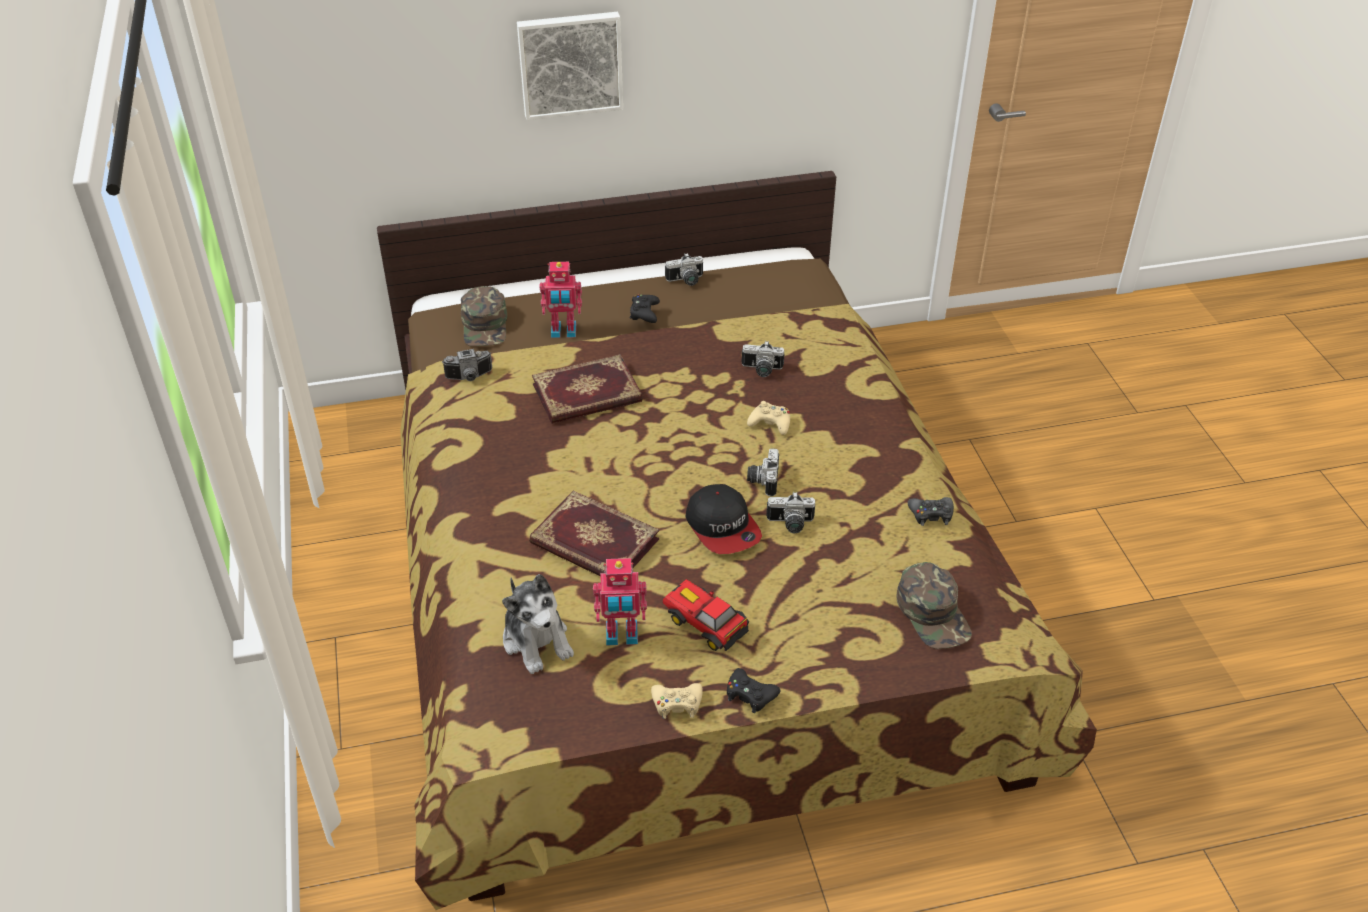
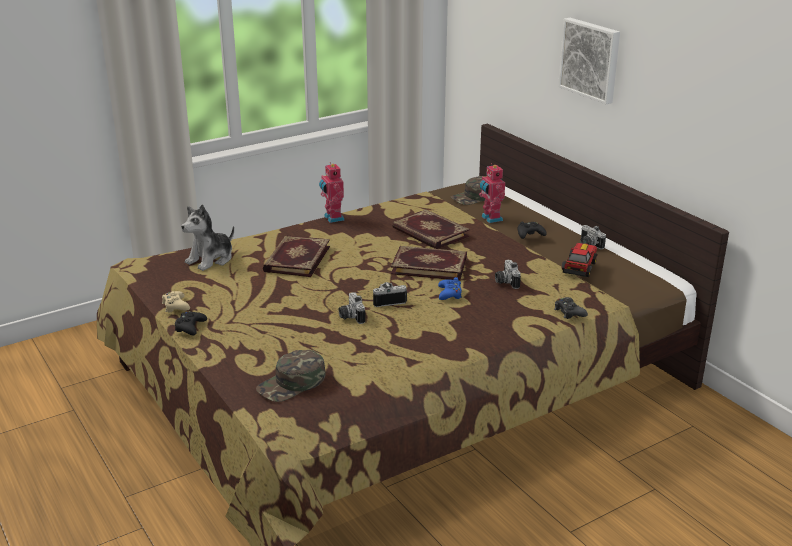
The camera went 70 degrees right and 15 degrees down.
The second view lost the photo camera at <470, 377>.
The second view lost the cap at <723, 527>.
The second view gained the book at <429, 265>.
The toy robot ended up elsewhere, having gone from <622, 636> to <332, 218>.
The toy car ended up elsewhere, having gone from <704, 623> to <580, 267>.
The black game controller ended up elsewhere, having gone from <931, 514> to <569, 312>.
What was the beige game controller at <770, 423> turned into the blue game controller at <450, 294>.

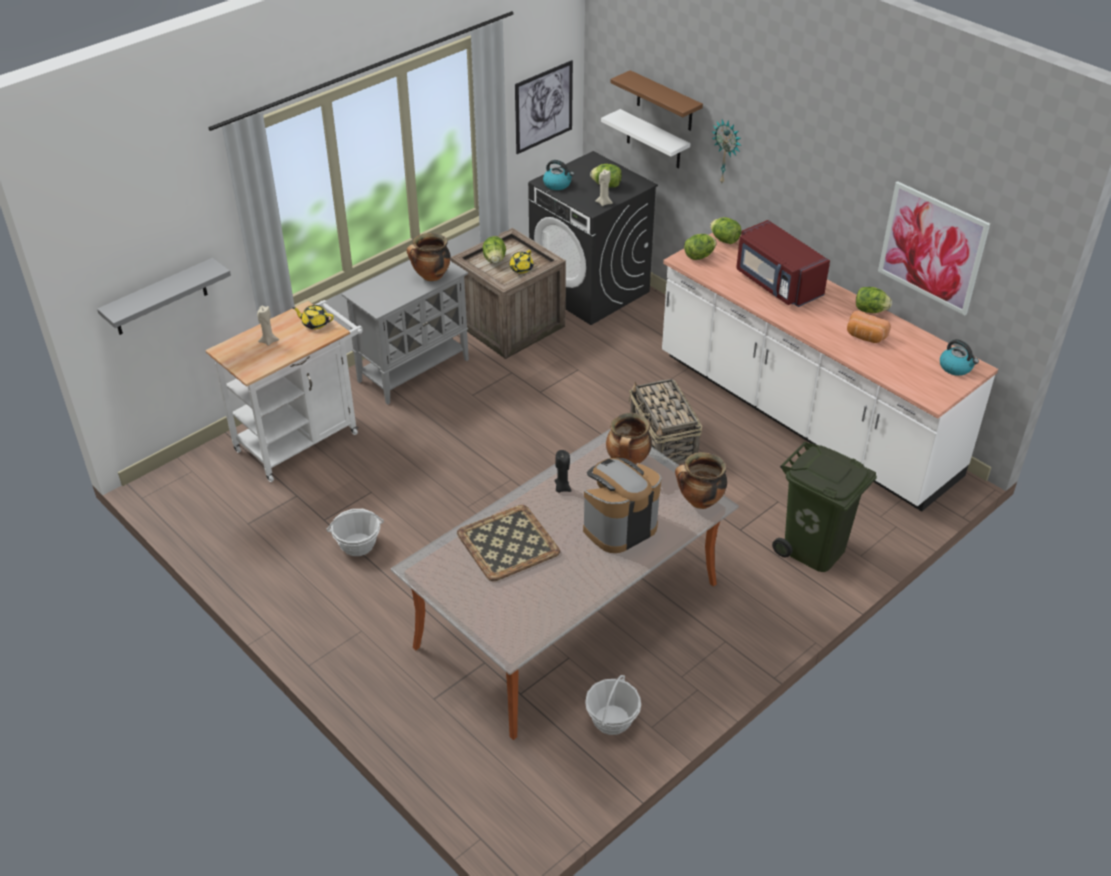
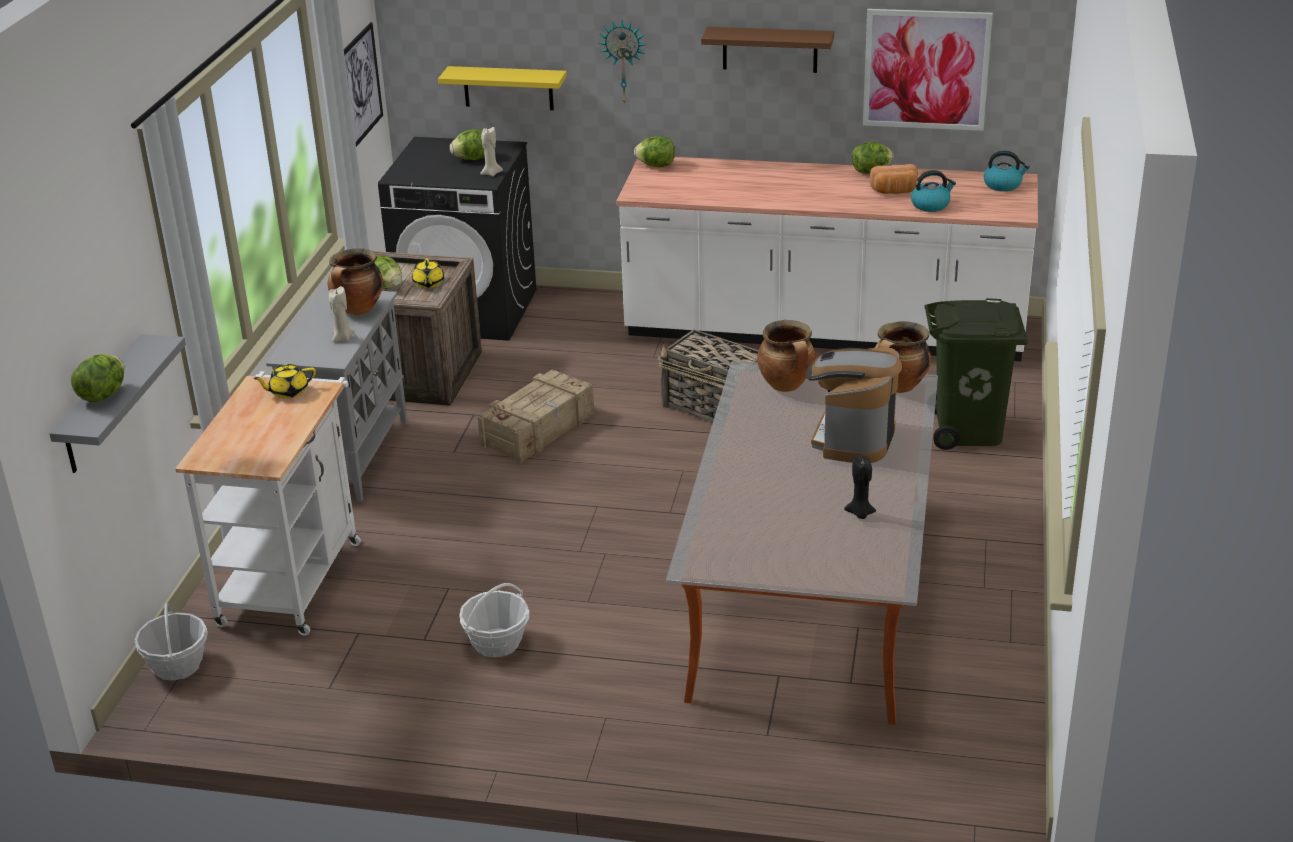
The camera went 35 degrees left and 10 degrees down.
The second view lost the tray at <508, 542>.
The second view lost the red microwave at <777, 284>.
The second view gained the crate at <539, 429>.
The beige candle ended up elsewhere, having gone from <268, 341> to <342, 338>.
The kettle ended up elsewhere, having gone from <557, 184> to <931, 205>.
The black candle ended up elsewhere, having gone from <562, 488> to <860, 513>.
The basket ended up elsewhere, having gone from <612, 720> to <177, 665>.
The brown shelf ended up elsewhere, having gone from <664, 102> to <770, 49>.
The lettuce ended up elsewhere, having gone from <699, 256> to <103, 395>.
What was the white shelf at <653, 140> turned into the yellow shelf at <508, 88>.

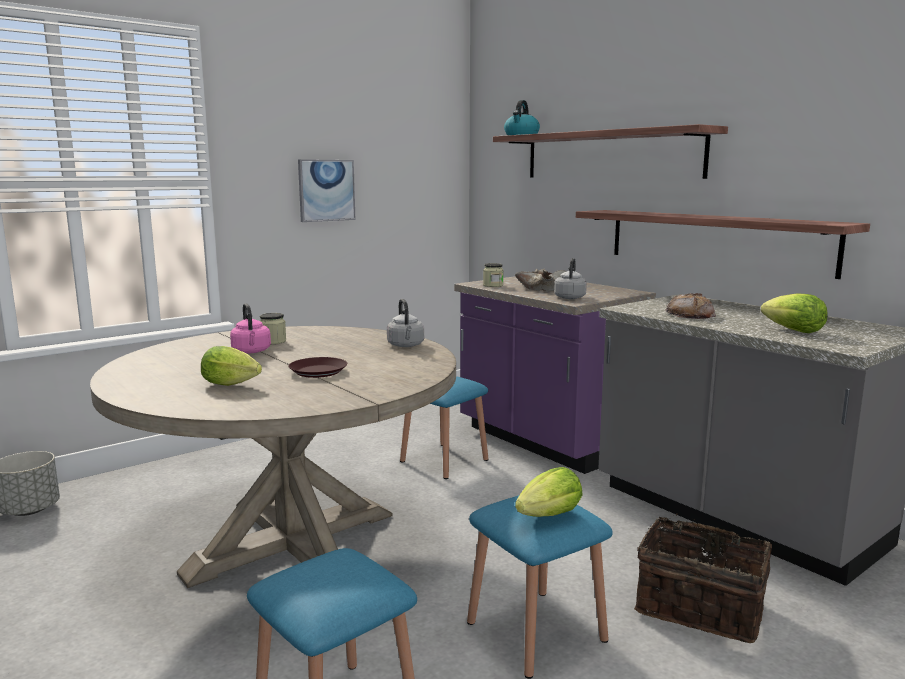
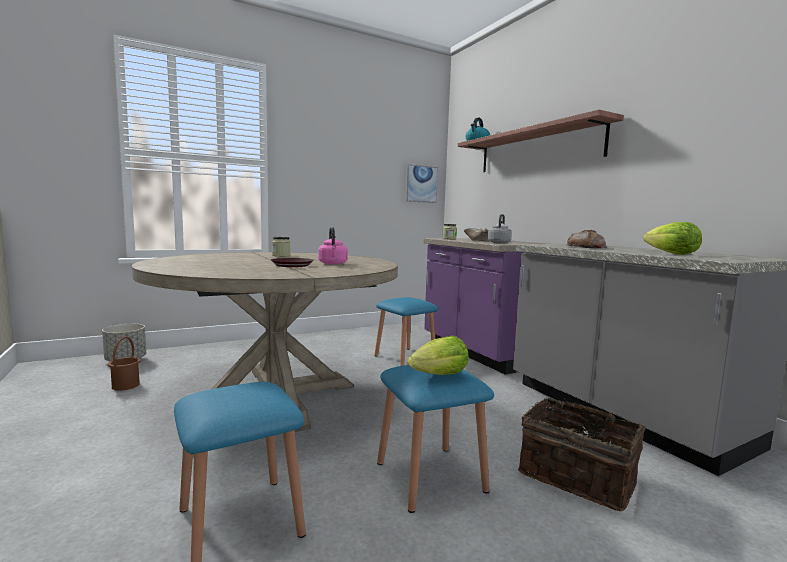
The camera went 10 degrees right and 5 degrees down.
The second view lost the lettuce at <233, 385>.
The second view lost the grey kettle at <406, 345>.
The second view lost the shelf at <715, 240>.
The second view gained the brown bucket at <125, 386>.
The pink kettle ended up elsewhere, having gone from <251, 351> to <333, 264>.
The picture ended up elsewhere, having gone from <326, 190> to <421, 184>.

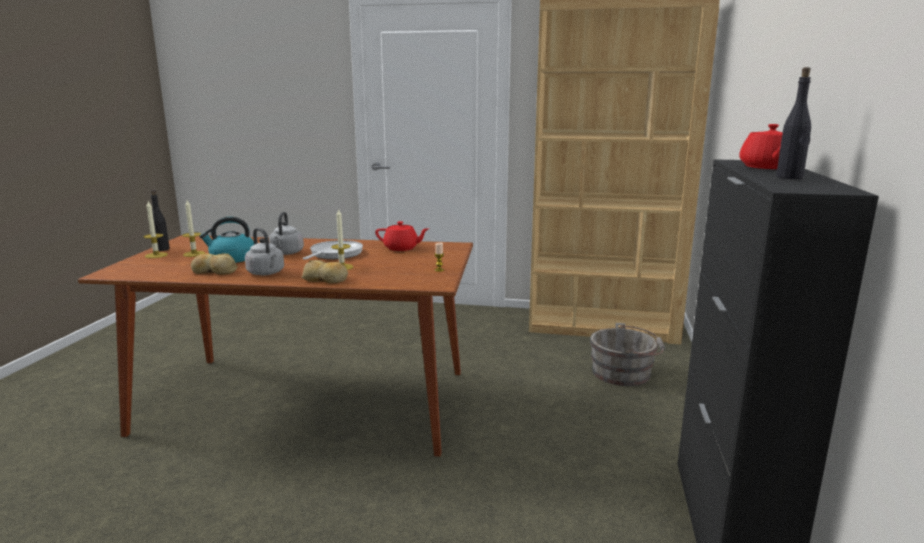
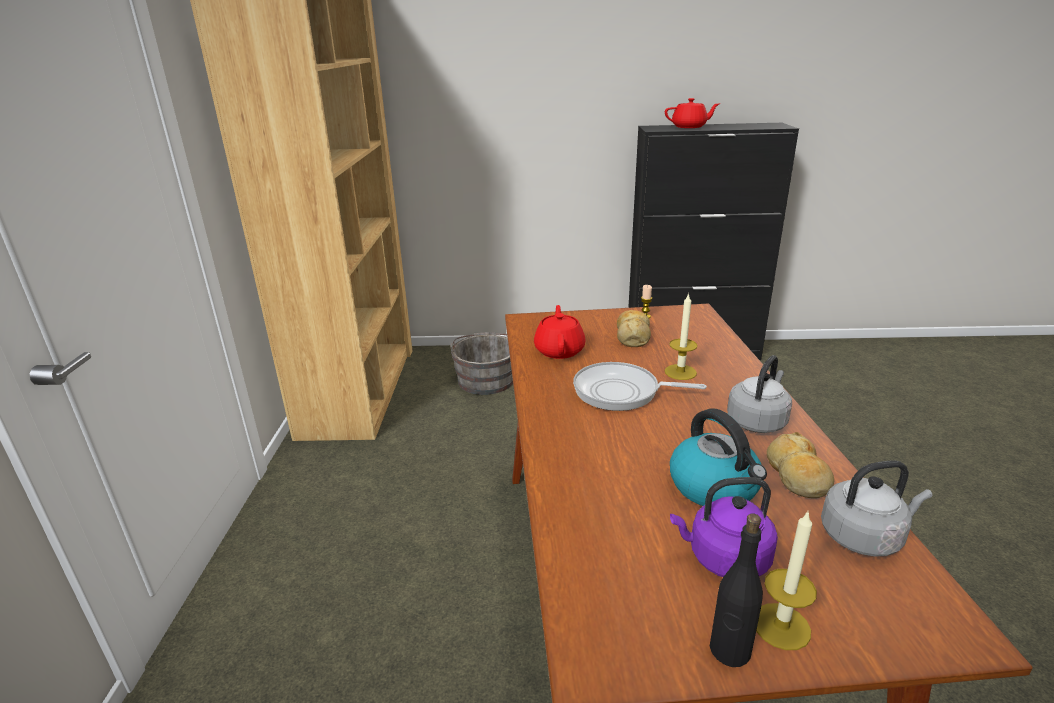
The camera went 100 degrees left and 10 degrees up.
The second view lost the black bottle at <789, 177>.
The grey kettle ended up elsewhere, having gone from <286, 253> to <864, 536>.
The bread ended up elsewhere, having gone from <325, 279> to <632, 336>.
Where the candle stood at <194, 254>, the purple kettle came to stand at <724, 559>.

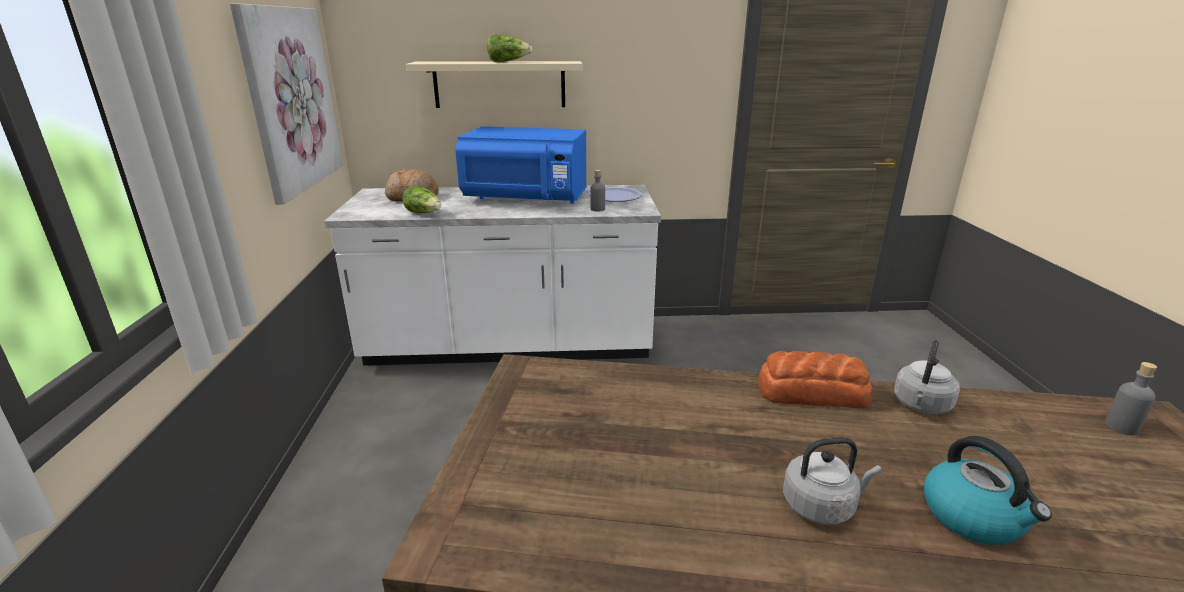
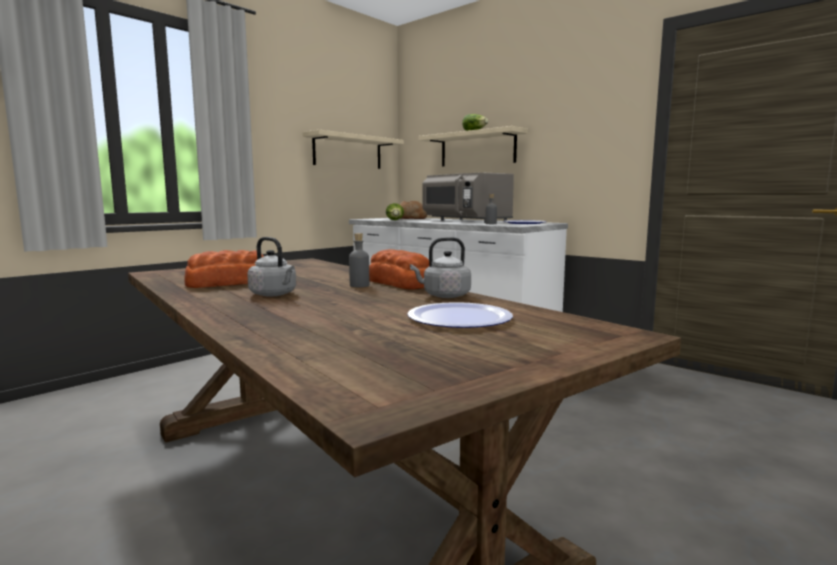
The camera went 45 degrees right and 15 degrees down.
The second view lost the kettle at <973, 517>.
The second view gained the bread at <227, 283>.
The second view gained the plate at <459, 318>.
The grey bottle ended up elsewhere, having gone from <1121, 427> to <359, 285>.
Where the picture hung at <292, 99>, the beige shelf came to hang at <348, 152>.
What was the blue microwave at <526, 198> turned into the grey microwave at <465, 221>.

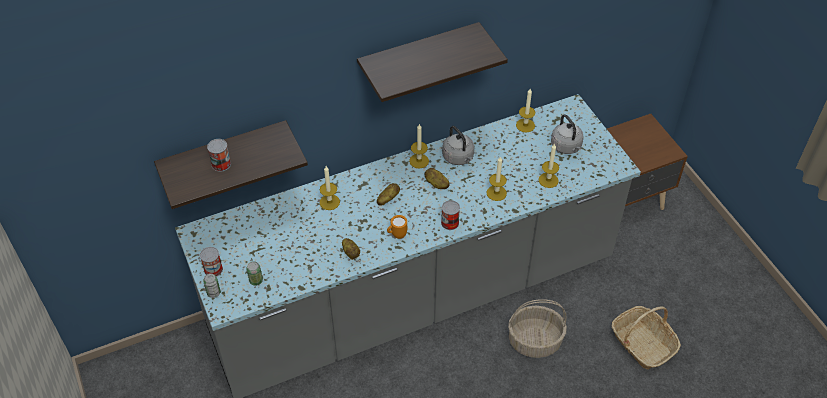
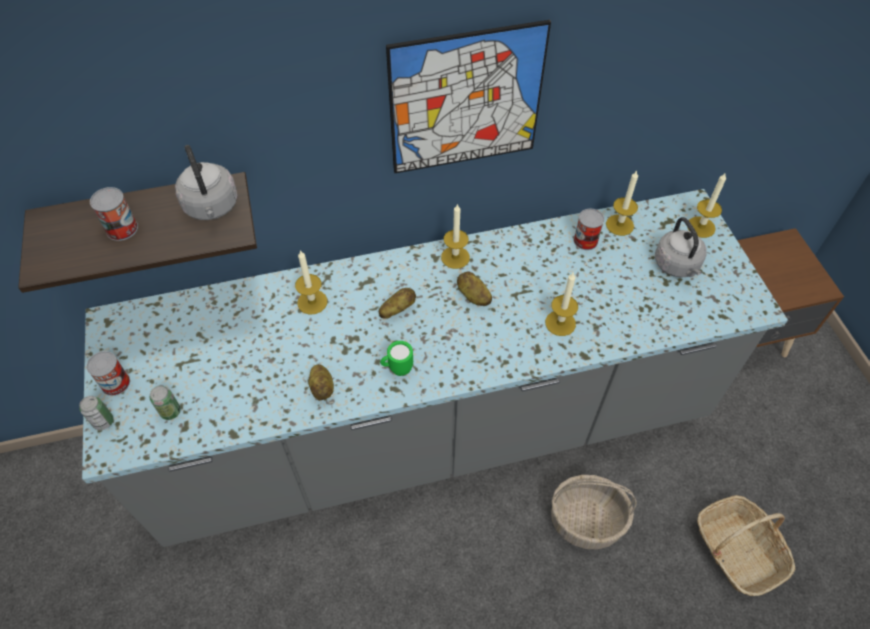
The camera went 10 degrees right and 5 degrees up.
The can ended up elsewhere, having gone from <450, 223> to <585, 240>.
The grey kettle ended up elsewhere, having gone from <459, 158> to <212, 207>.
The candle ended up elsewhere, having gone from <548, 180> to <701, 227>.
Where the shelf hung at <418, 59>, the picture came to hang at <466, 100>.
What was the orange mug at <396, 235> turned into the green mug at <397, 369>.

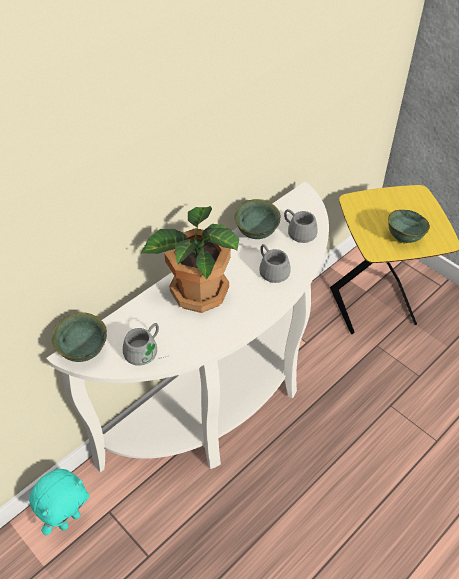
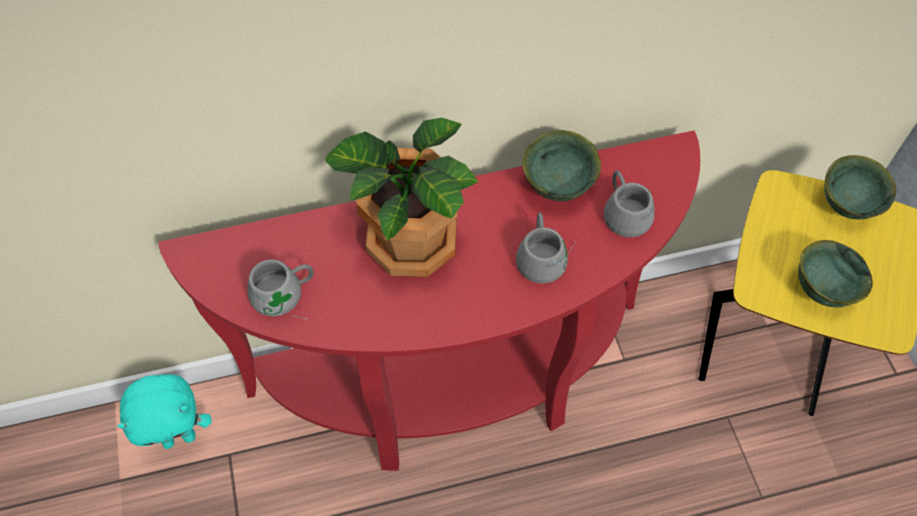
The camera went 30 degrees right and 10 degrees up.
The green bowl ended up elsewhere, having gone from <84, 350> to <847, 205>.
What was the white console table at <224, 403> turned into the red console table at <455, 388>.

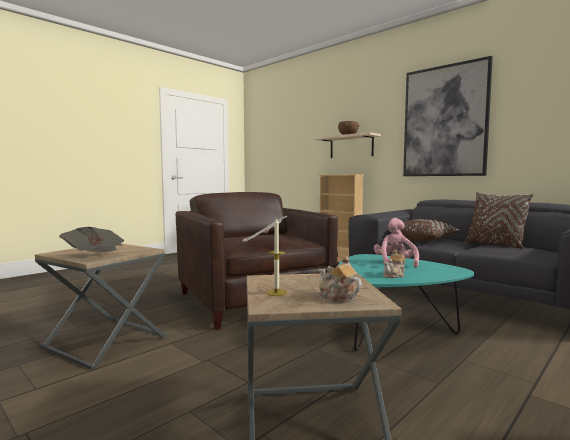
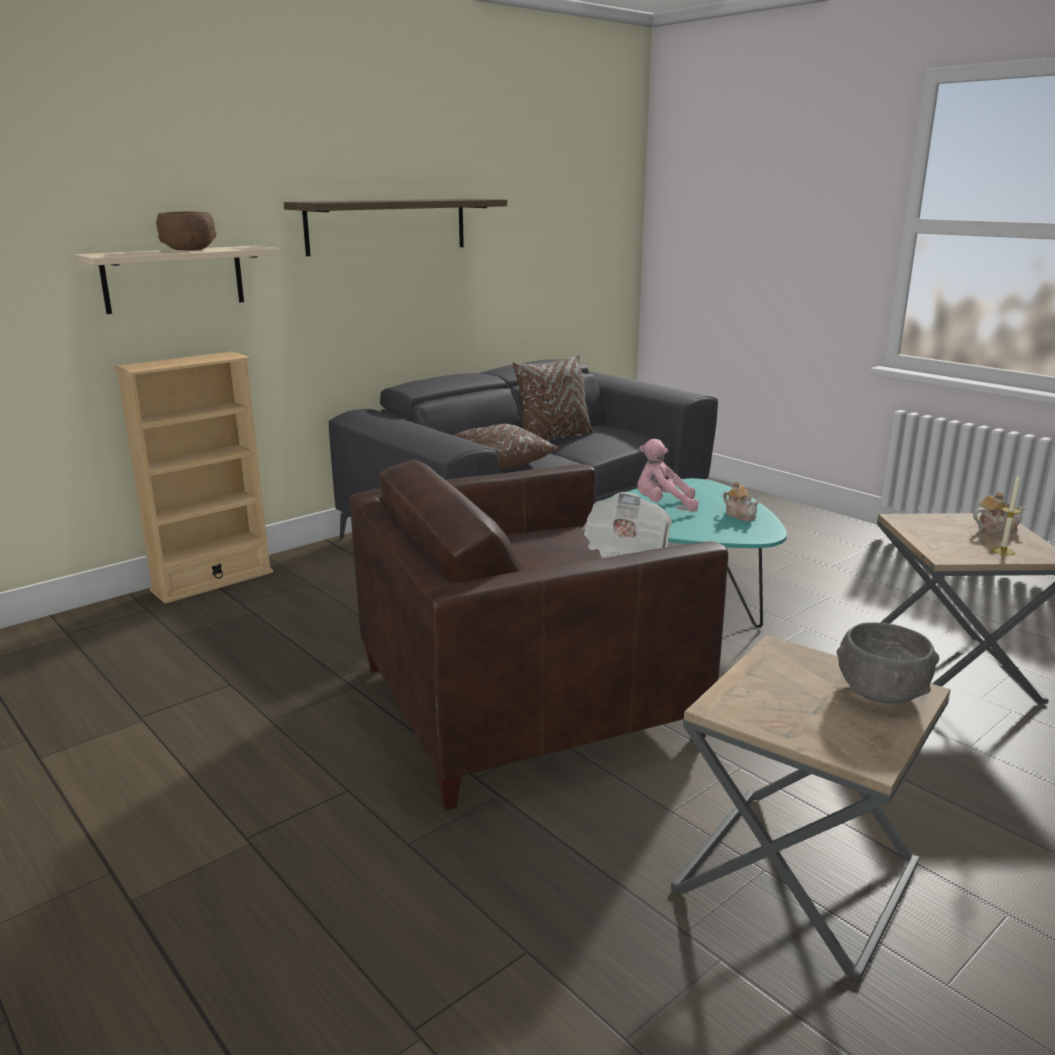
The camera went 85 degrees left and 15 degrees up.
Where the newspaper stood at <95, 256>, the grey bowl came to stand at <881, 693>.
Where the picture hung at <445, 121>, the shelf came to hang at <387, 226>.
The teapot at <337, 297> ended up facing another way, 150 degrees counterclockwise from before.

